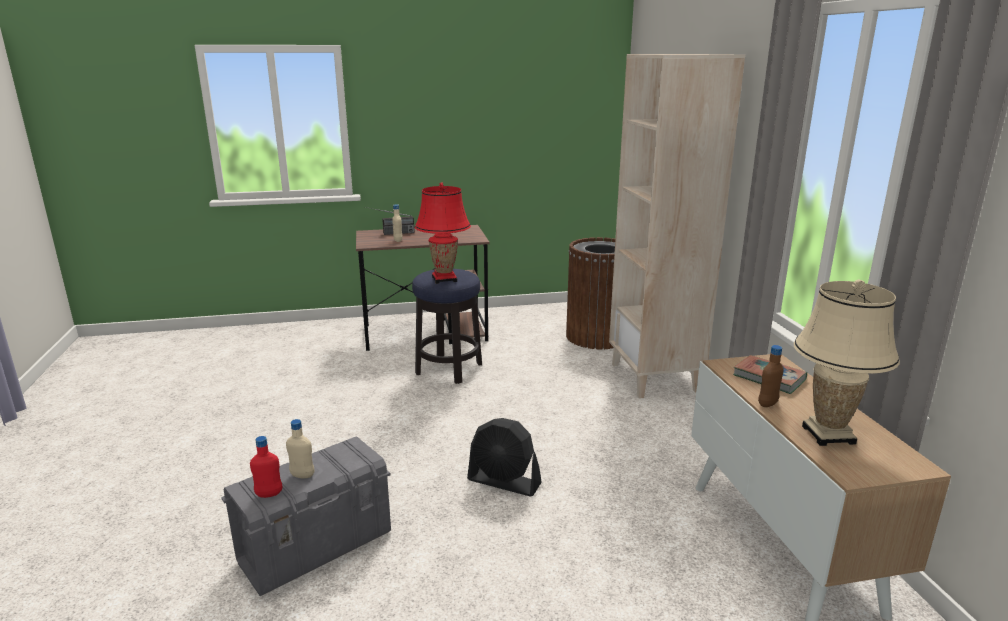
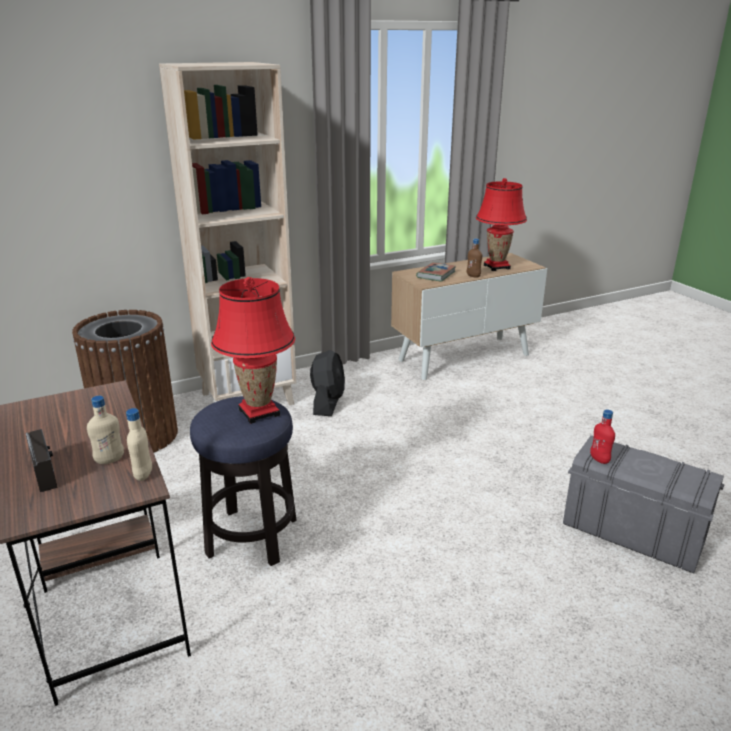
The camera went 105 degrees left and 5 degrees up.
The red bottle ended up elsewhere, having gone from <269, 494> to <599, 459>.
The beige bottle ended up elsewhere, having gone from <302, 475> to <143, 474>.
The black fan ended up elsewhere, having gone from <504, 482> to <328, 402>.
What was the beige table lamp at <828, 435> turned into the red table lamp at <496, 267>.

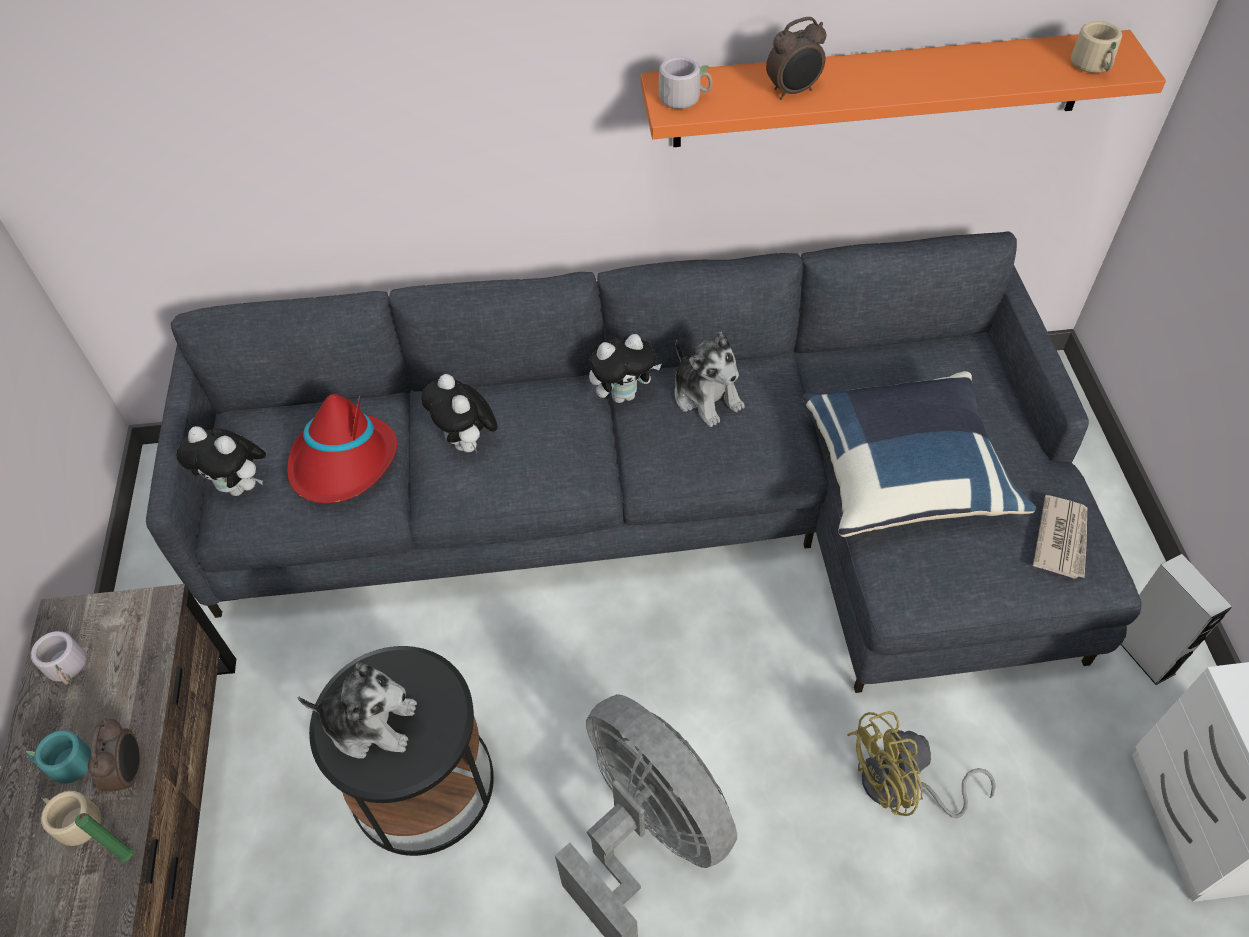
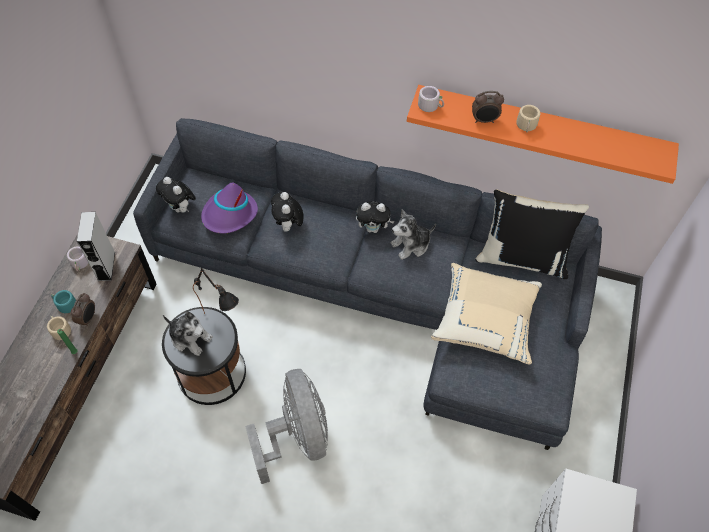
The camera went 20 degrees right and 5 degrees up.
The second view lost the yellow fan at <901, 788>.
The second view lost the newspaper at <1062, 539>.
The second view gained the black table lamp at <223, 321>.
The second view gained the black pillow at <522, 257>.
The beige mug ended up elsewhere, having gone from <1095, 66> to <527, 126>.
The grey speaker ended up elsewhere, having gone from <1142, 653> to <106, 266>.
What was the red hat at <343, 463> turned into the purple hat at <229, 214>.
What was the blue pillow at <904, 473> turned into the beige pillow at <485, 320>.
The plush toy at <706, 396> ended up facing another way, 75 degrees clockwise from before.

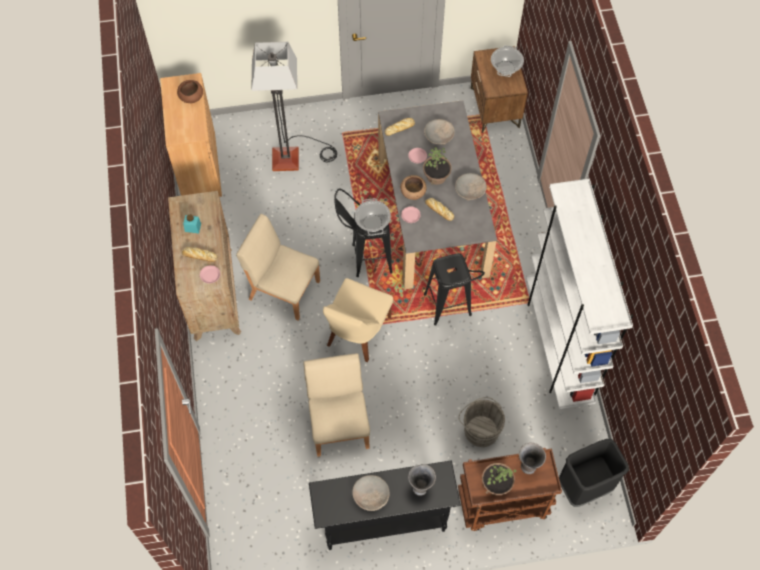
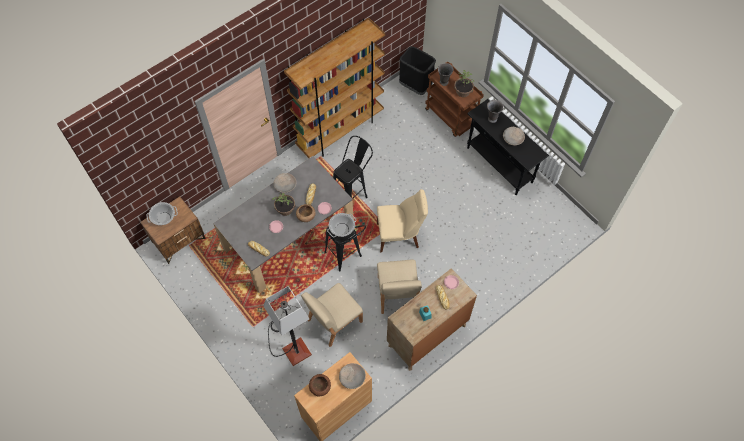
The camera went 120 degrees left and 0 degrees up.
The second view lost the grey bucket at <480, 429>.
The beige chair ended up elsewhere, having gone from <339, 423> to <334, 321>.
The beige bowl ended up elsewhere, having gone from <438, 136> to <352, 378>.
What was the white bookcase at <558, 345> turned into the brown bookcase at <340, 131>.

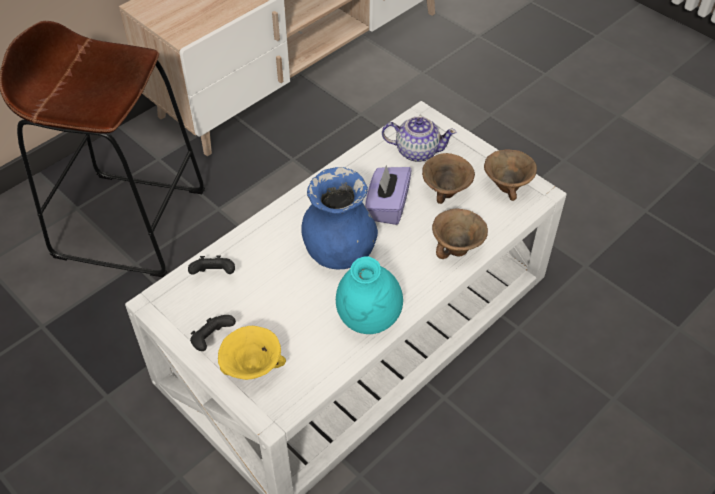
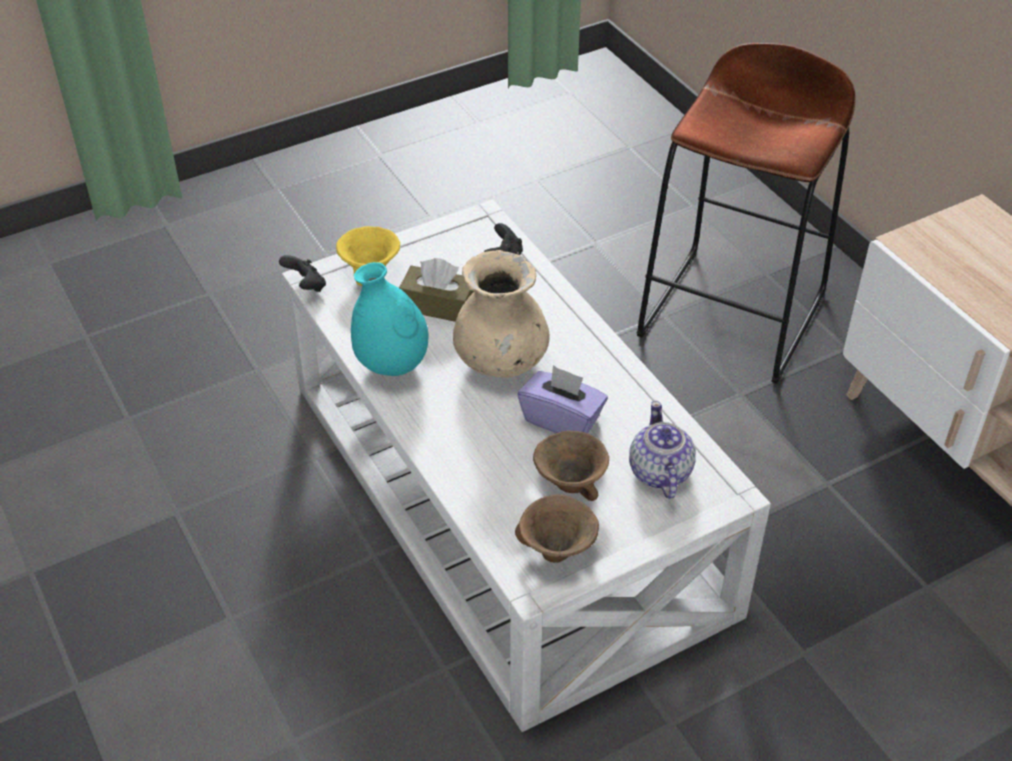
The camera went 105 degrees right and 5 degrees down.
The second view lost the brown bowl at <457, 249>.
The second view gained the brown tissue box at <438, 305>.
The black game controller ended up elsewhere, having gone from <212, 340> to <306, 286>.
What was the blue vase at <339, 252> turned into the beige vase at <501, 361>.
The teapot at <416, 151> ended up facing another way, 150 degrees clockwise from before.

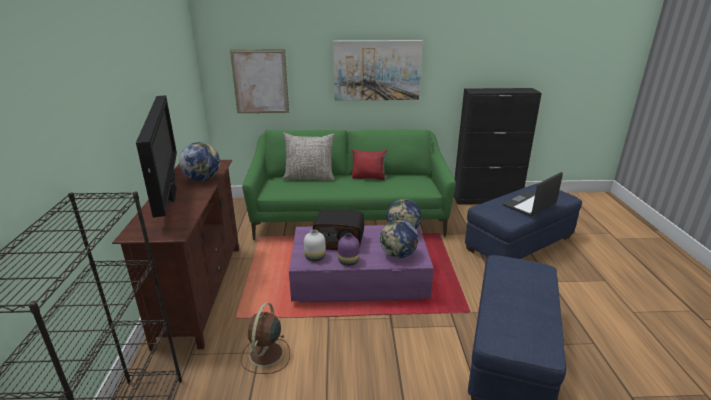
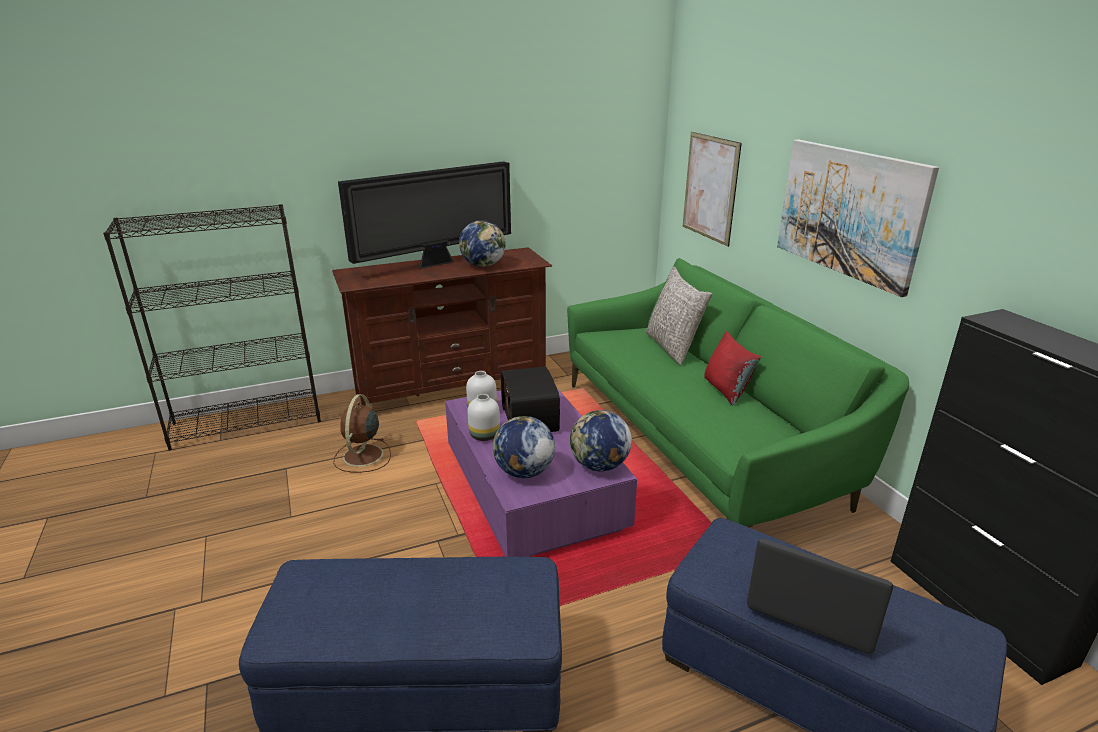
The camera went 70 degrees right and 0 degrees up.
What was the purple vase at <349, 261> turned into the white vase at <485, 436>.
The brown fan at <265, 355> ended up facing another way, 75 degrees counterclockwise from before.

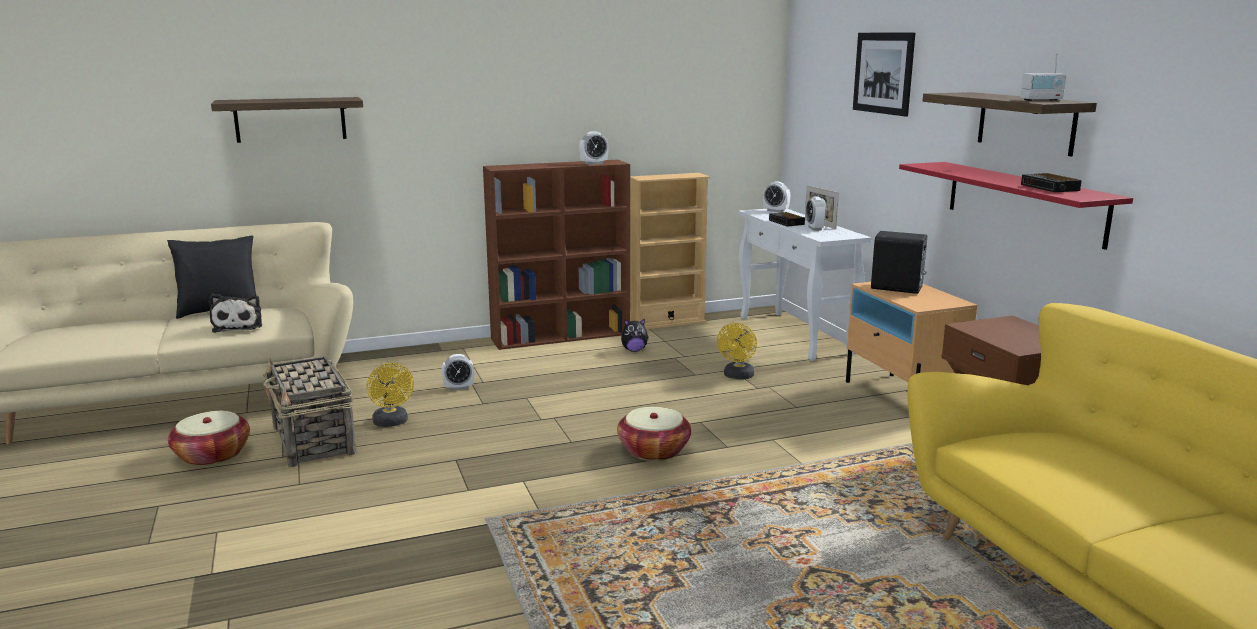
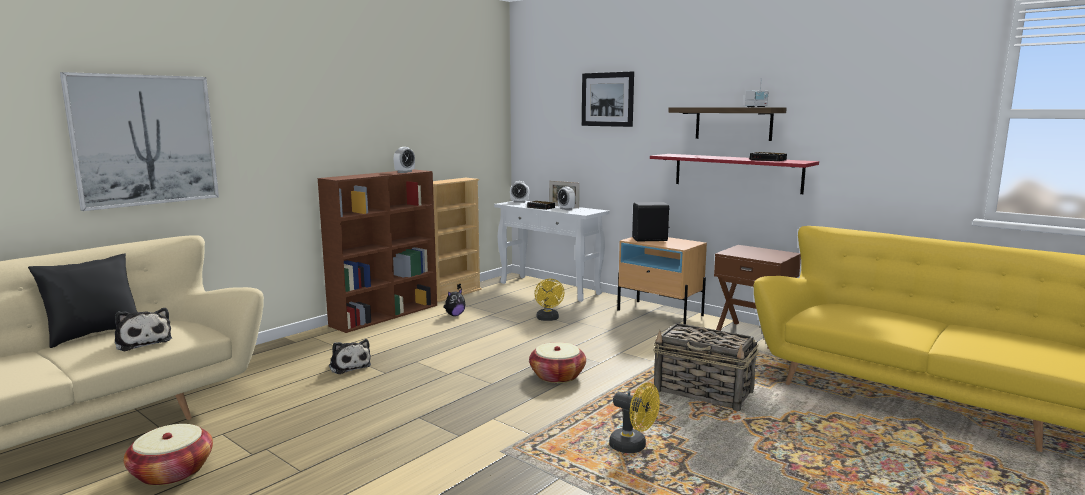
The camera went 30 degrees left and 5 degrees down.
The basket ended up elsewhere, having gone from <314, 441> to <704, 392>.
The yellow fan ended up elsewhere, having gone from <392, 423> to <633, 447>.
Where the shelf hung at <290, 119>, the picture came to hang at <145, 140>.
Where the alarm clock stood at <459, 388>, the plush toy came to stand at <349, 366>.

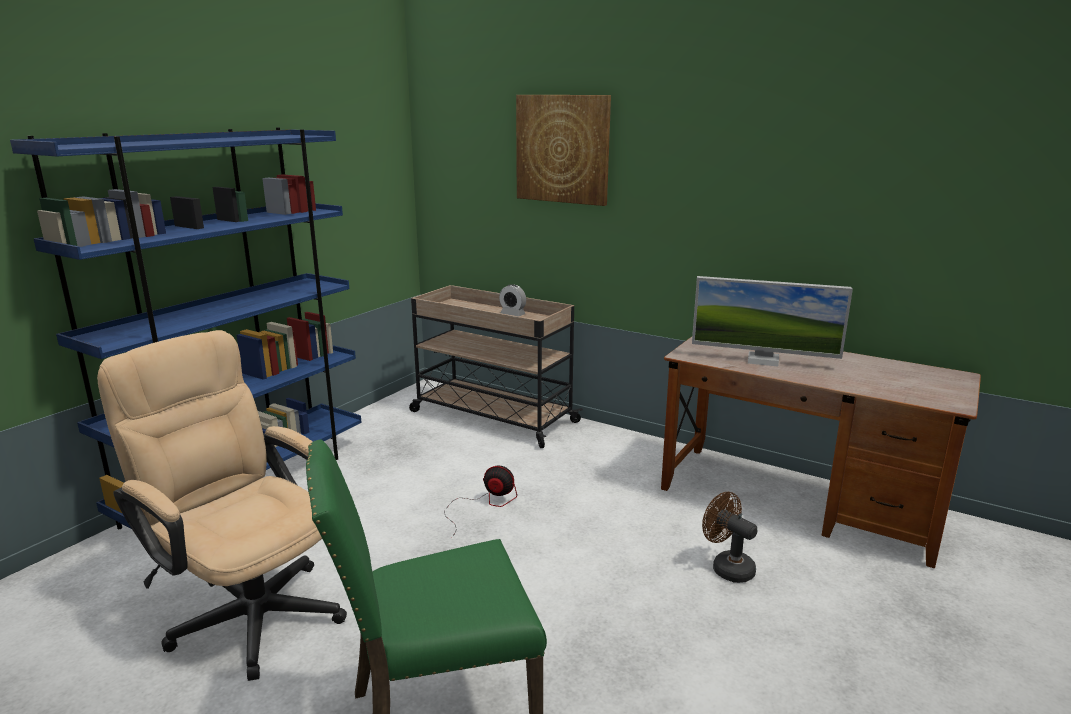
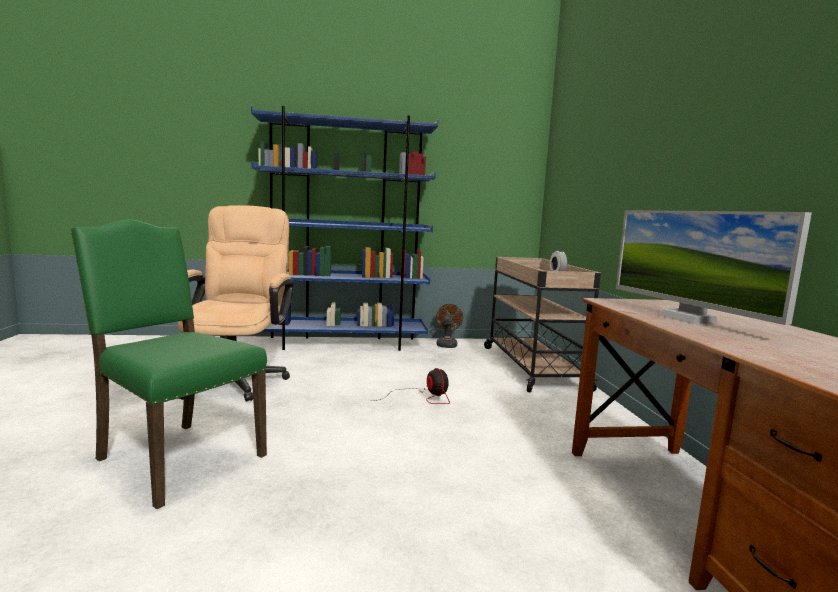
The camera went 50 degrees right and 10 degrees down.
The second view lost the picture at <562, 149>.
The brown fan ended up elsewhere, having gone from <727, 567> to <447, 344>.

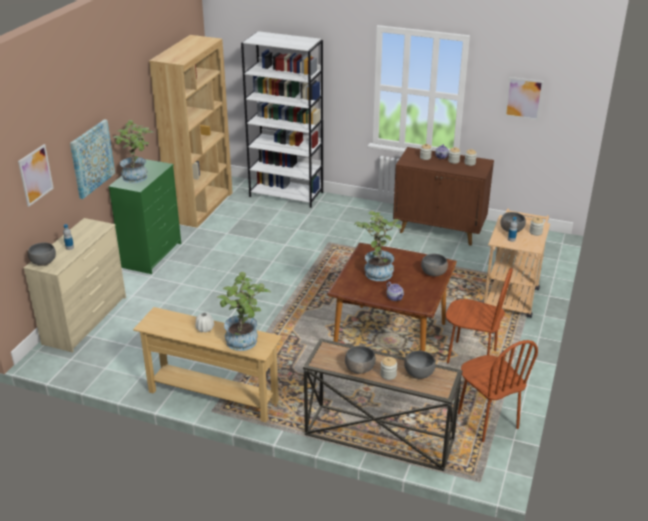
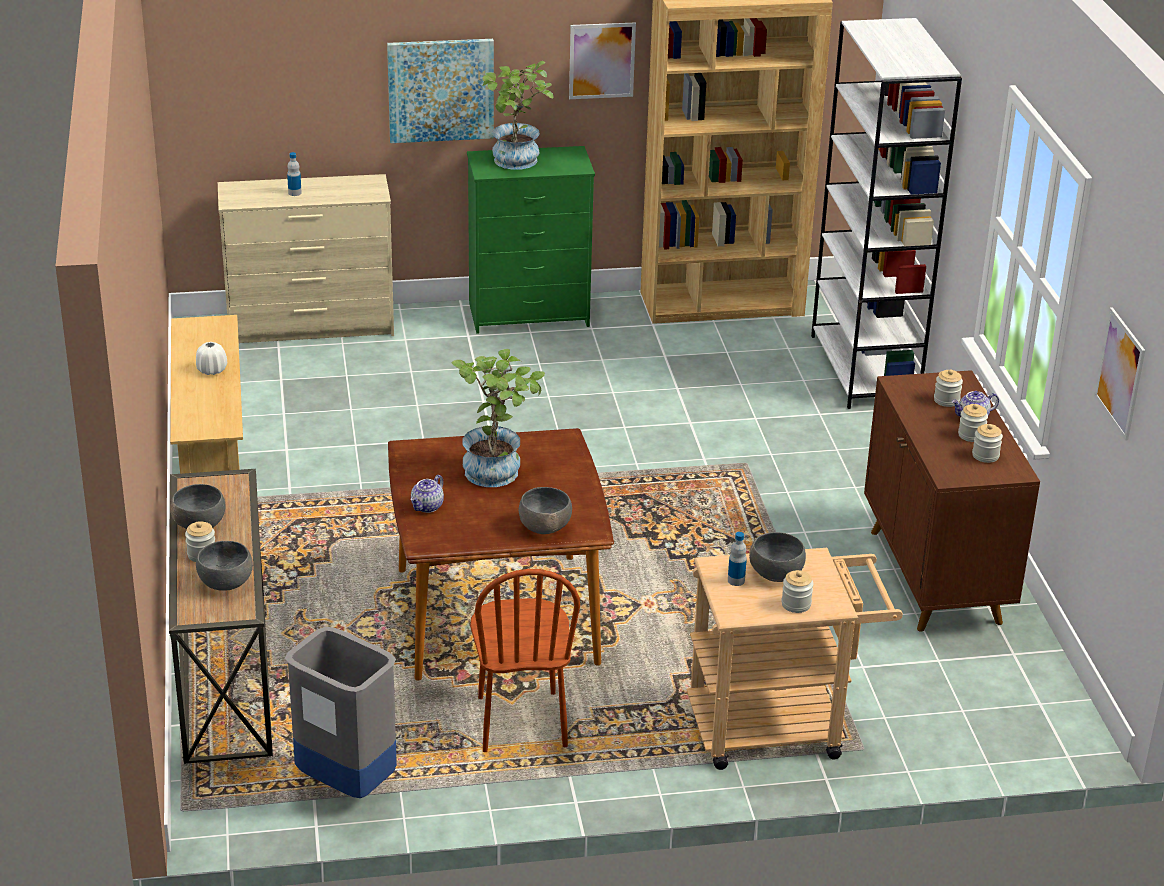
The camera went 60 degrees right and 0 degrees up.
The second view lost the grey bowl at <43, 262>.
The second view lost the potted plant at <245, 343>.
The picture ended up elsewhere, having gone from <35, 175> to <602, 60>.
Where the brown chair stood at <487, 421>, the grey trash can came to stand at <345, 783>.

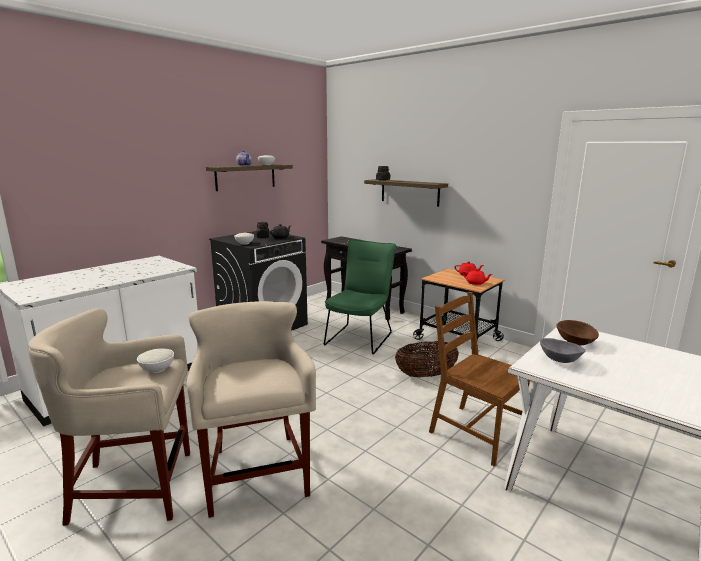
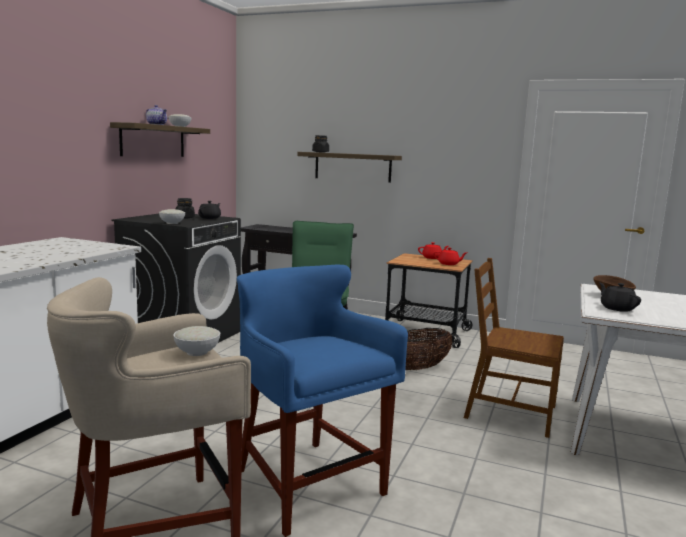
The camera went 20 degrees left and 5 degrees down.
Where the grey bowl stood at <559, 360>, the black teapot came to stand at <617, 308>.
What was the beige stool at <257, 474> turned into the blue stool at <307, 485>.

